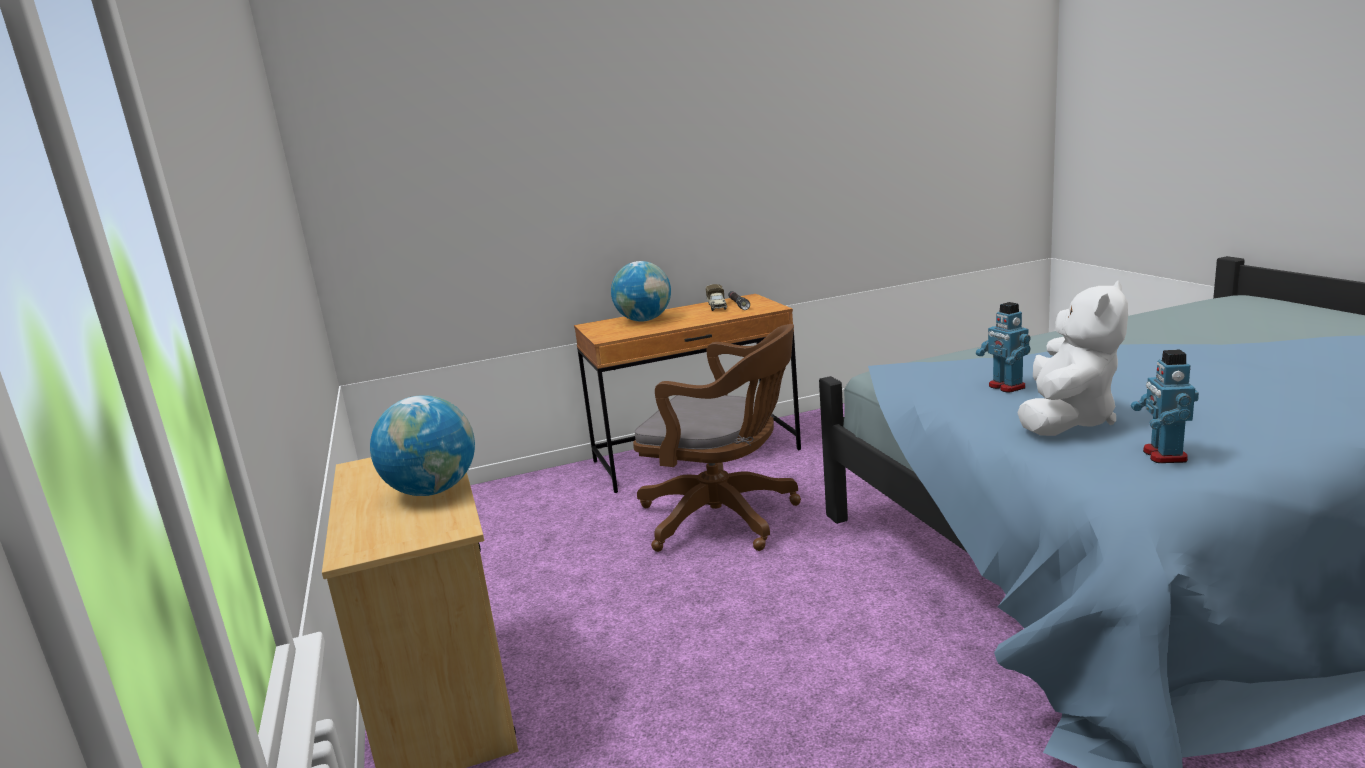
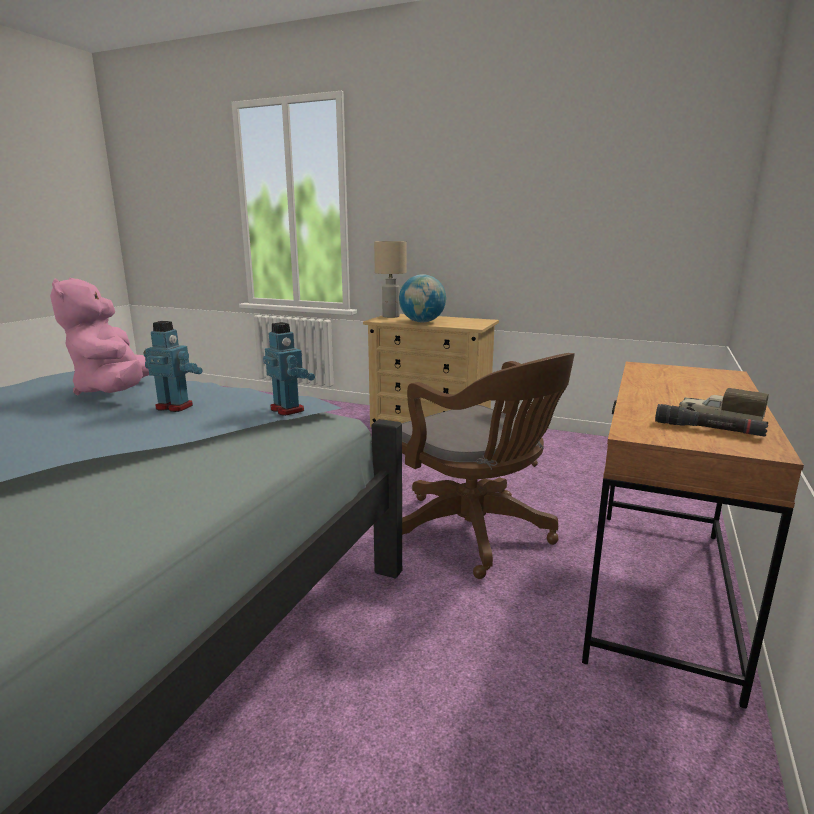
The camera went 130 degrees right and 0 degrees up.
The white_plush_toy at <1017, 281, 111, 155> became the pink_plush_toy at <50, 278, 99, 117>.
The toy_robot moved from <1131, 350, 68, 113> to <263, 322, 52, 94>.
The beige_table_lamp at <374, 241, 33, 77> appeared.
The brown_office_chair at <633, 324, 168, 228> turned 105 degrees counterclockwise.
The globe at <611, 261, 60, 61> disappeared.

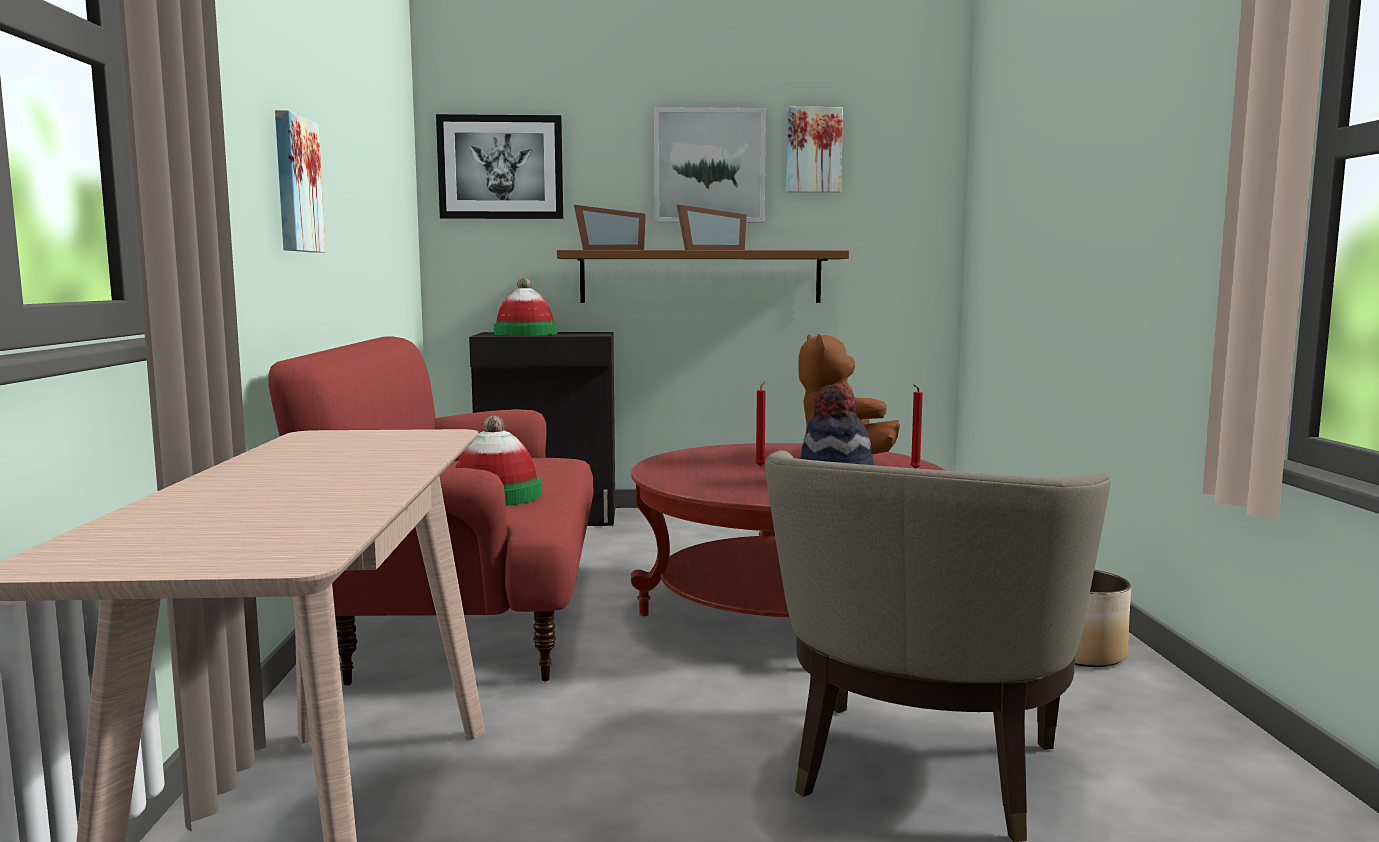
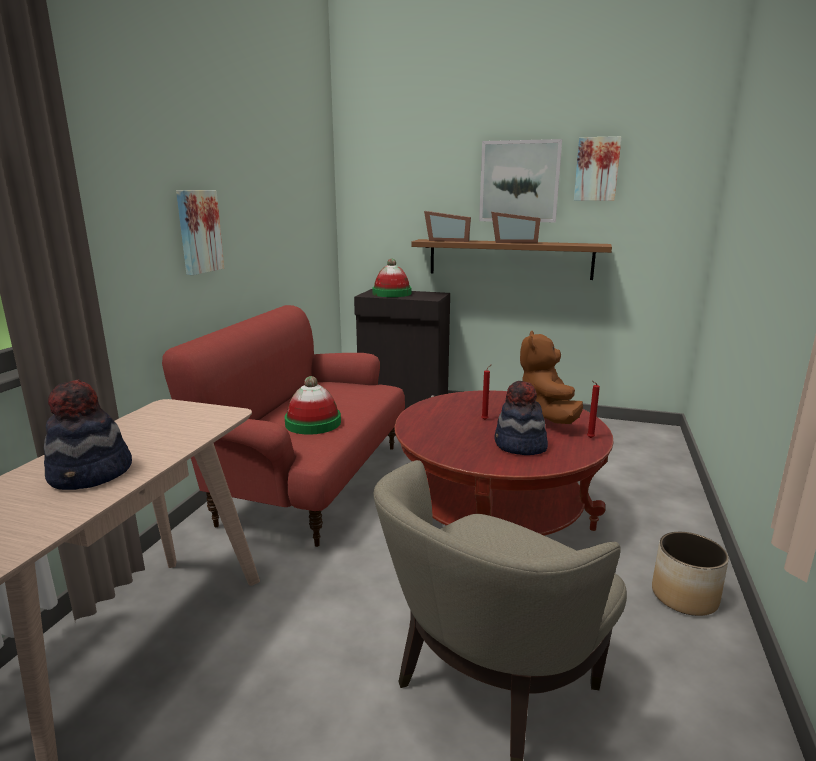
The camera went 20 degrees right and 10 degrees up.
The hat at <44, 379, 88, 111> appeared.
The picture at <436, 114, 127, 105> disappeared.

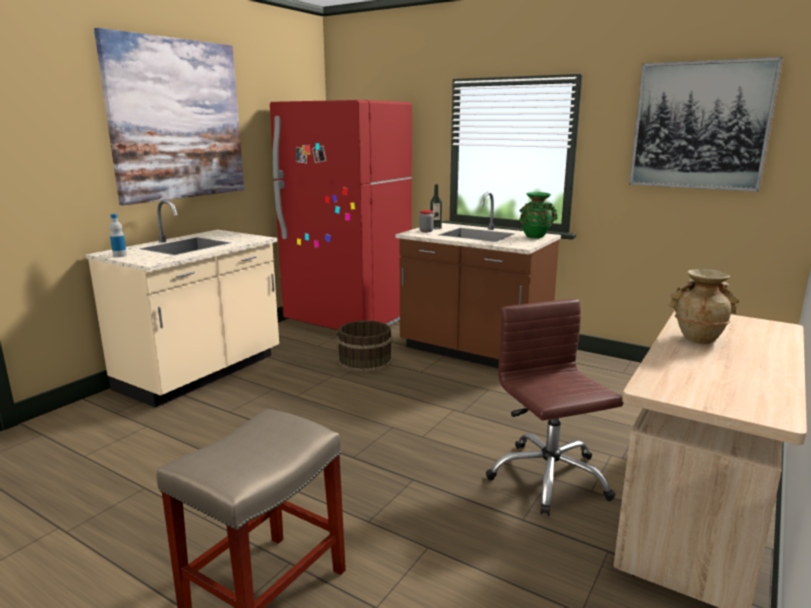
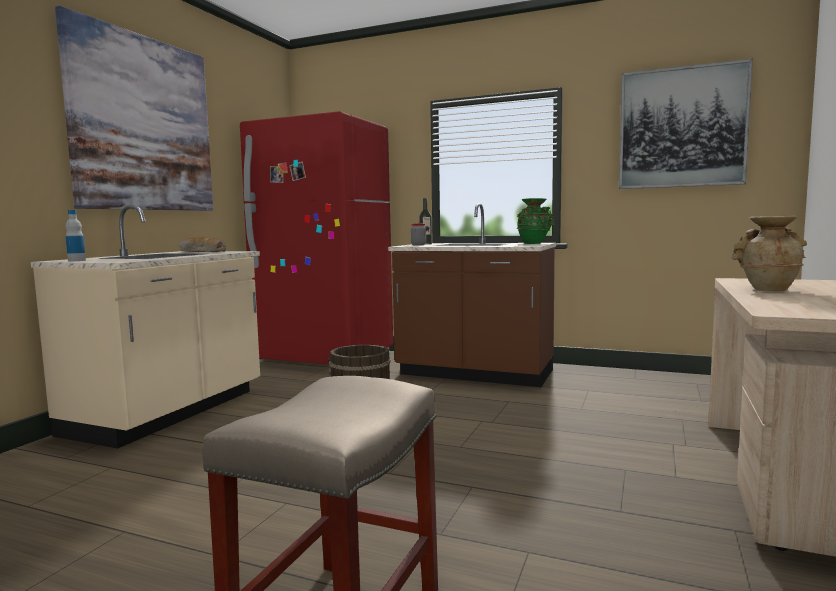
The camera went 10 degrees left and 10 degrees down.
The bread at <178, 237, 48, 15> appeared.
The brown_office_chair at <486, 299, 137, 217> disappeared.

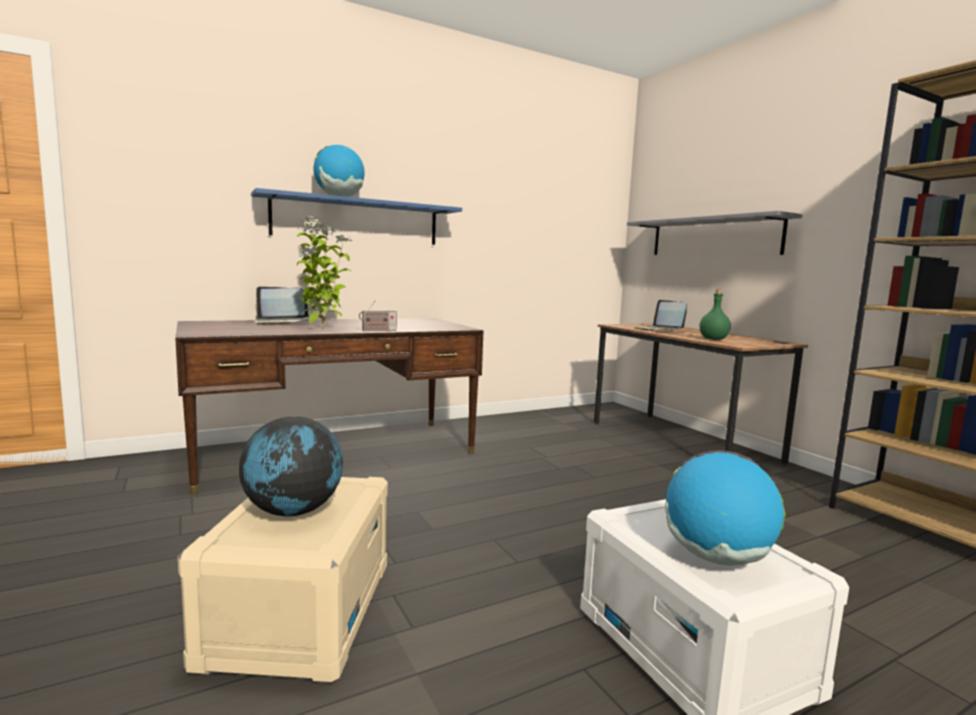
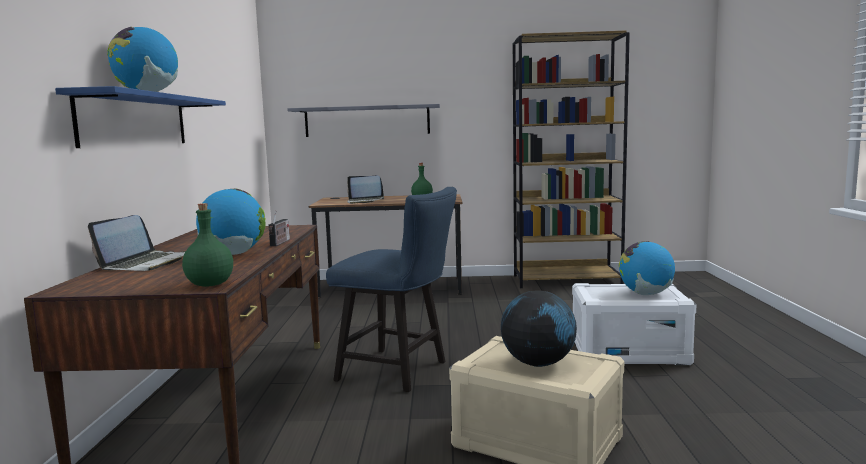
The camera went 60 degrees left and 0 degrees up.
The green_bottle at <182, 203, 51, 84> appeared.
The potted_plant at <297, 215, 55, 114> was replaced by the globe at <196, 189, 70, 66>.
The blue_chair at <326, 187, 131, 205> appeared.

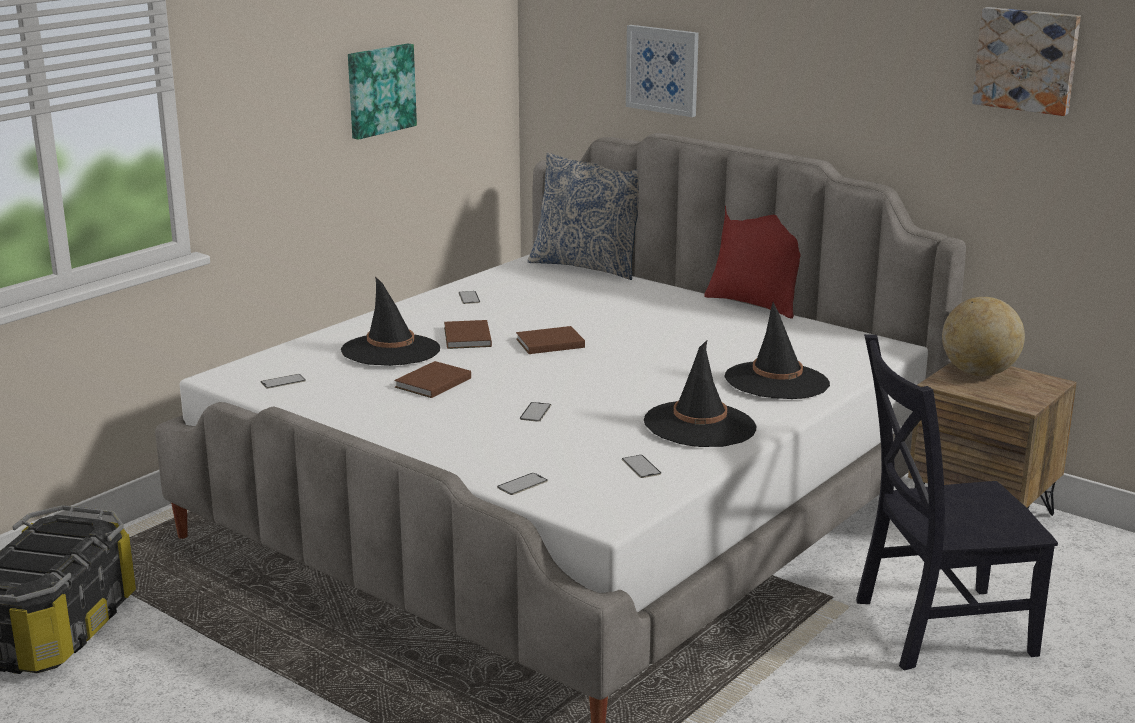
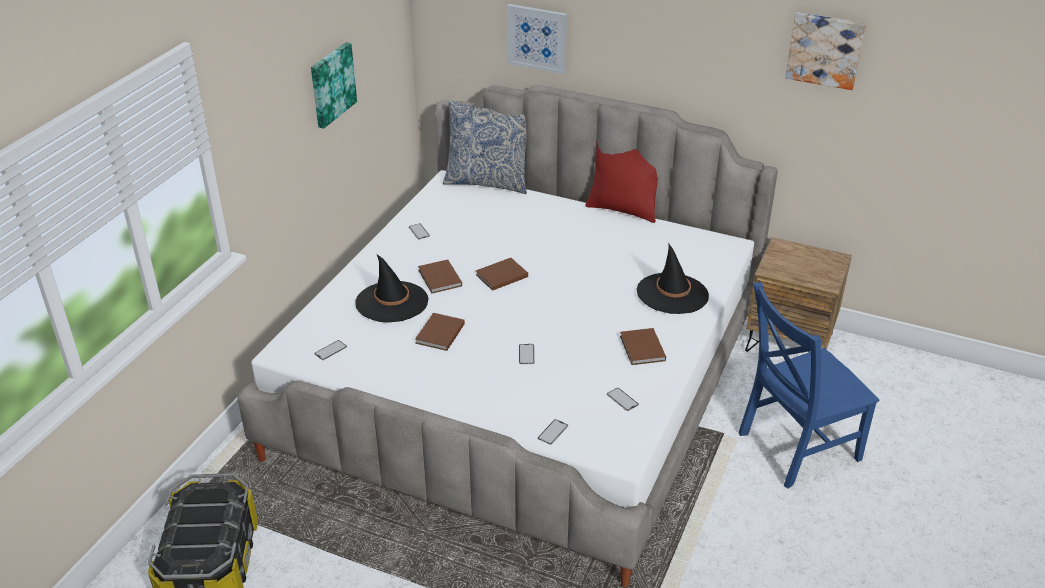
The camera went 15 degrees left and 15 degrees up.
The black_hat at <644, 339, 112, 108> was replaced by the brown_book at <620, 328, 46, 37>.
The black_chair at <856, 334, 202, 337> became the blue_chair at <739, 282, 140, 206>.
The globe at <942, 297, 83, 79> disappeared.

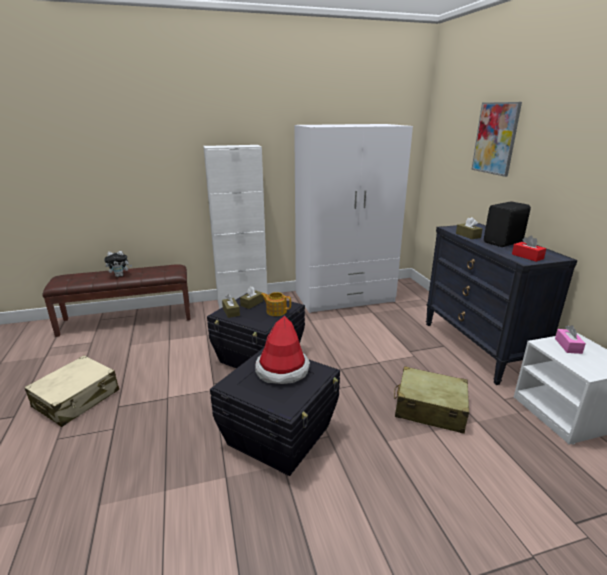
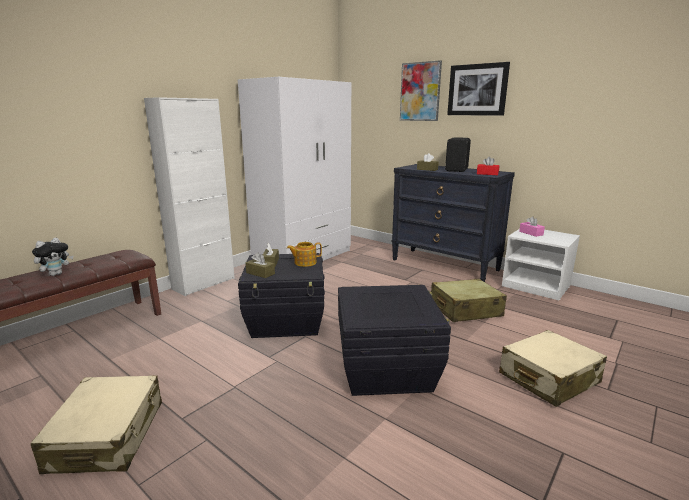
The camera went 35 degrees left and 5 degrees down.
The picture at <447, 62, 63, 54> appeared.
The beige_suitcase at <499, 330, 108, 77> appeared.
The hat at <255, 316, 55, 68> disappeared.

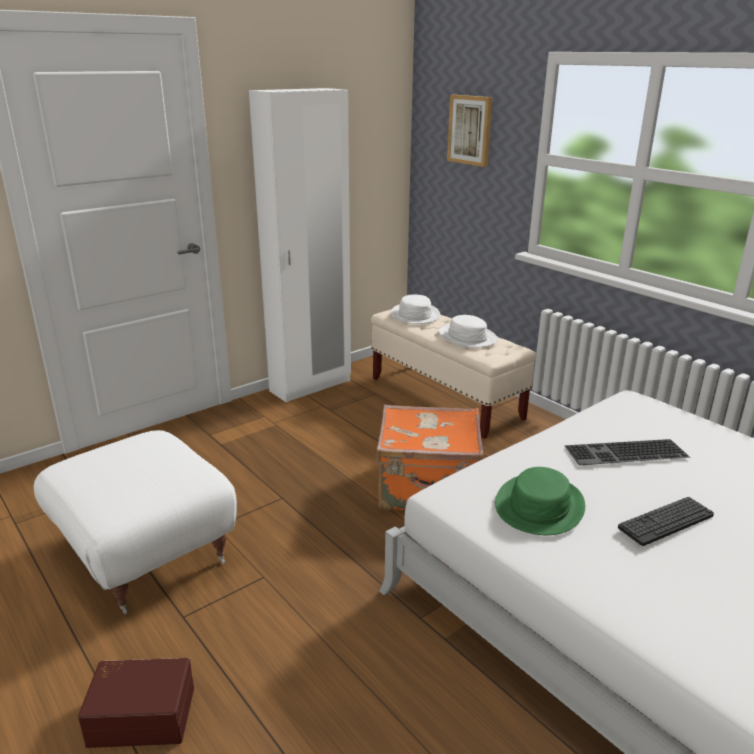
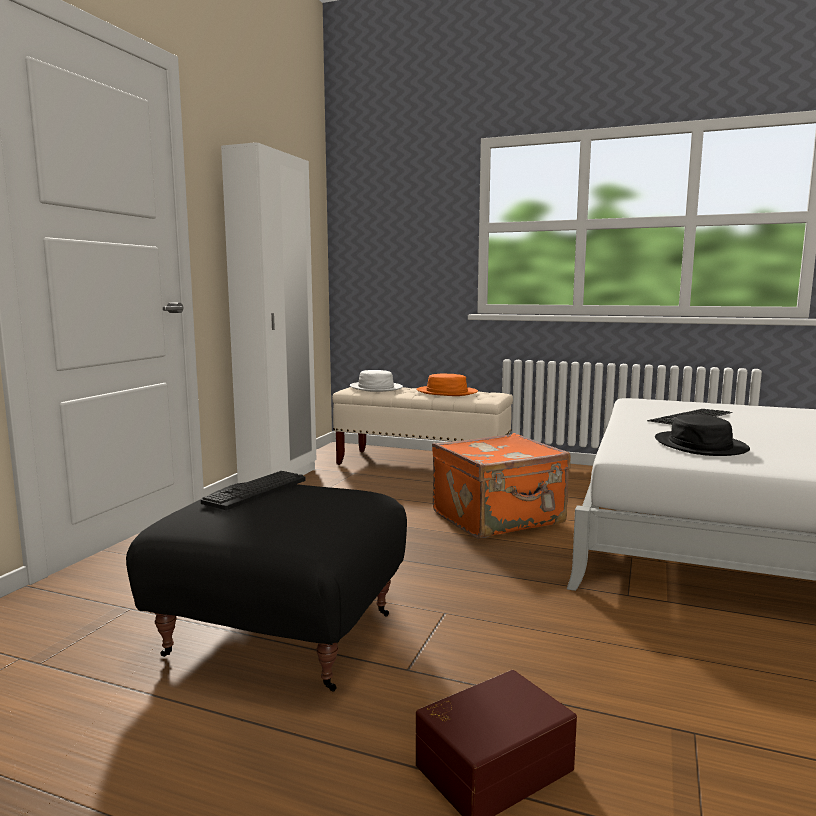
The camera went 30 degrees left and 15 degrees down.
The white_ottoman at <34, 430, 203, 184> became the black_ottoman at <126, 482, 281, 210>.
The keyboard moved from <618, 497, 96, 49> to <201, 471, 105, 39>.
The white_hat at <439, 315, 59, 33> became the orange_hat at <416, 373, 62, 23>.
The green_hat at <495, 467, 90, 68> became the black_hat at <655, 414, 95, 42>.
The picture at <447, 95, 46, 72> disappeared.

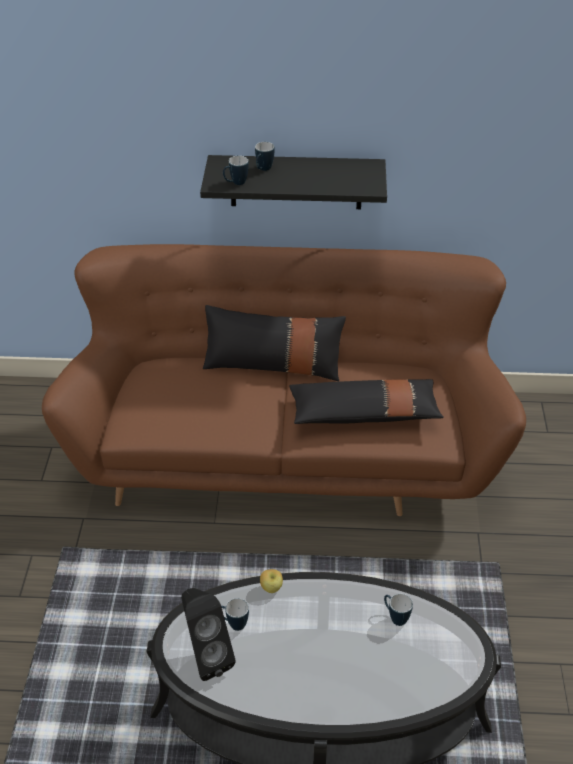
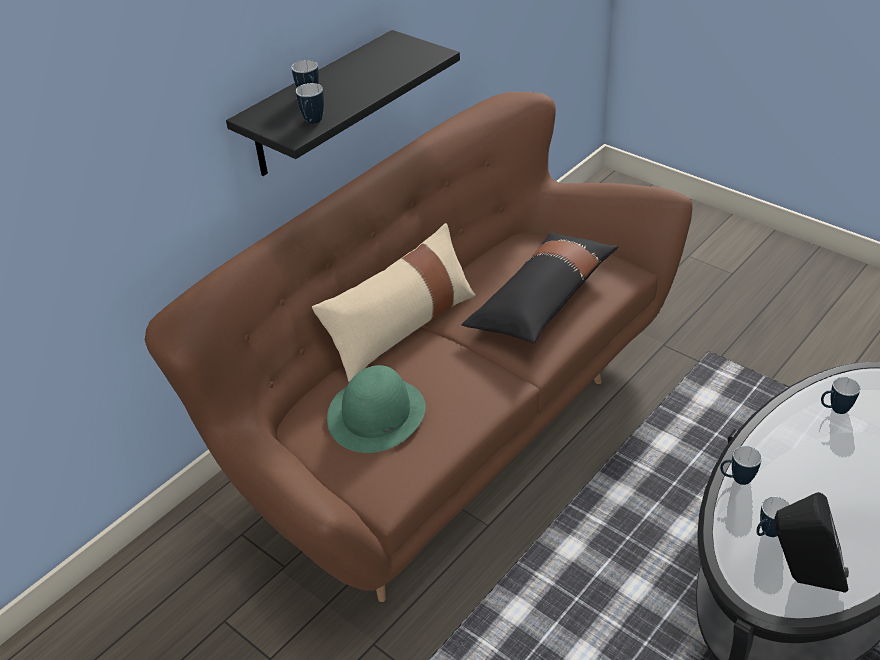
The camera went 50 degrees left and 0 degrees up.
The black_pillow at <203, 305, 143, 76> became the beige_pillow at <312, 223, 164, 159>.
The green_hat at <327, 365, 99, 88> appeared.
The apple at <260, 569, 23, 24> was replaced by the mug at <720, 446, 42, 39>.

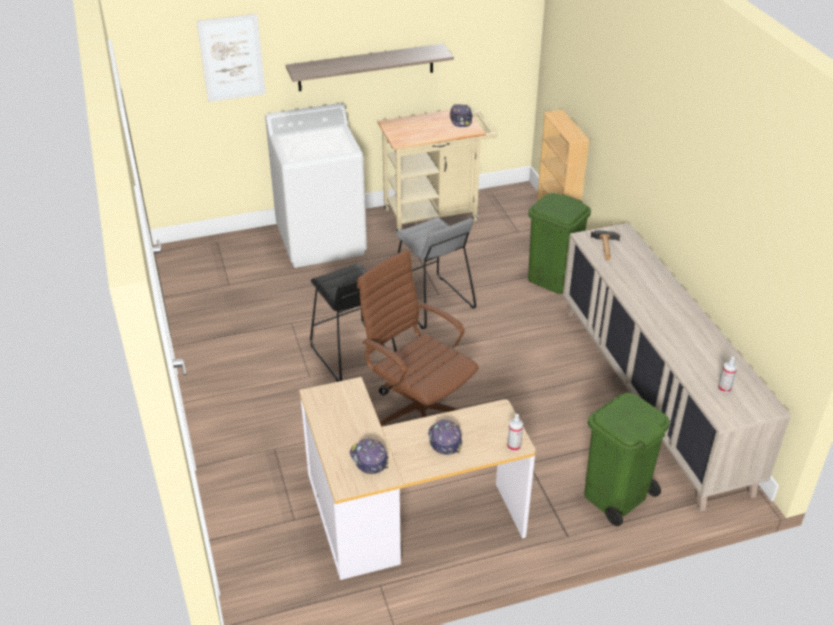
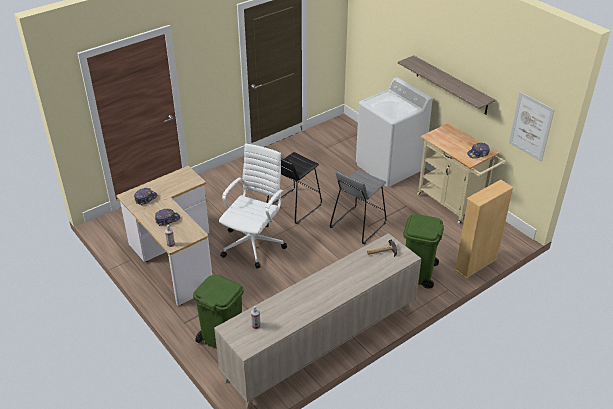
The camera went 70 degrees right and 0 degrees up.
The brown_office_chair at <357, 249, 122, 176> became the white_office_chair at <219, 143, 68, 126>.
The picture moved from <197, 14, 69, 88> to <509, 92, 46, 70>.

